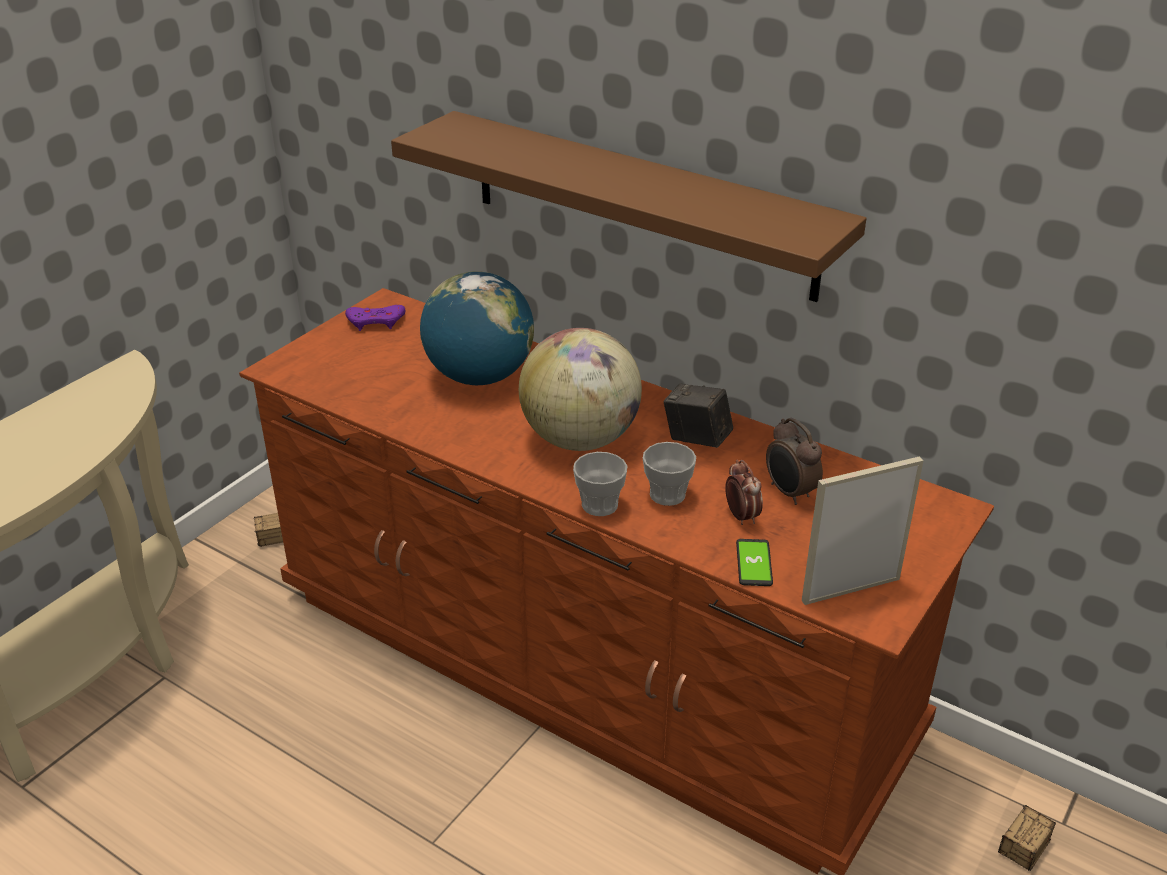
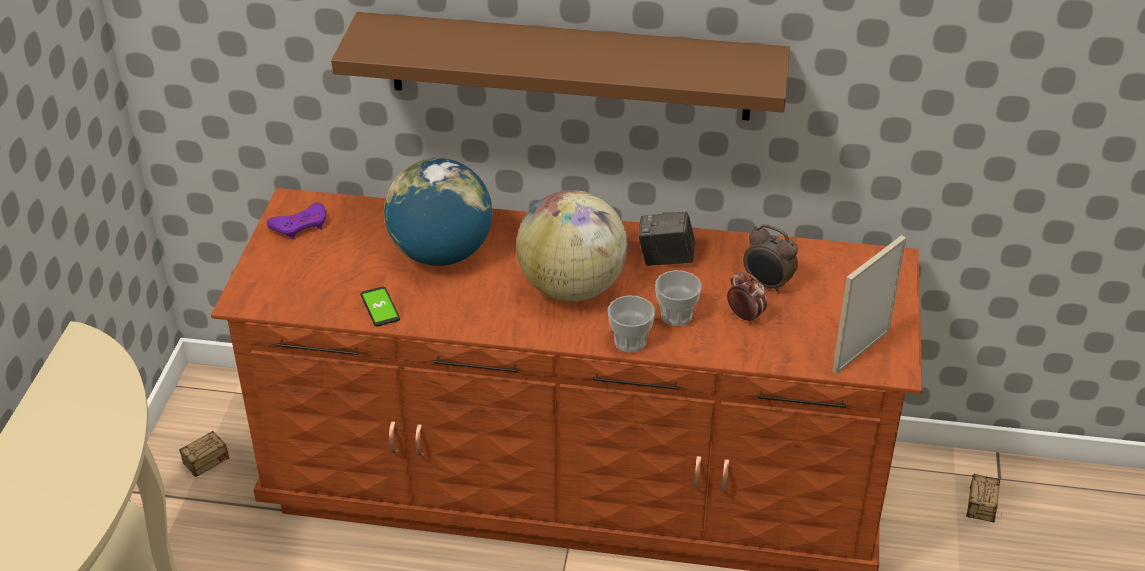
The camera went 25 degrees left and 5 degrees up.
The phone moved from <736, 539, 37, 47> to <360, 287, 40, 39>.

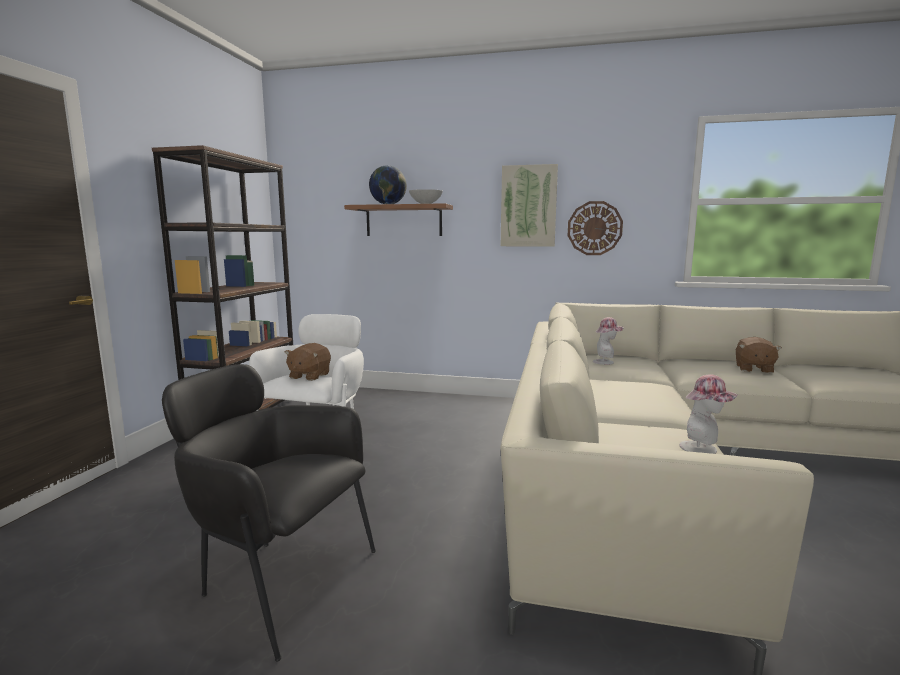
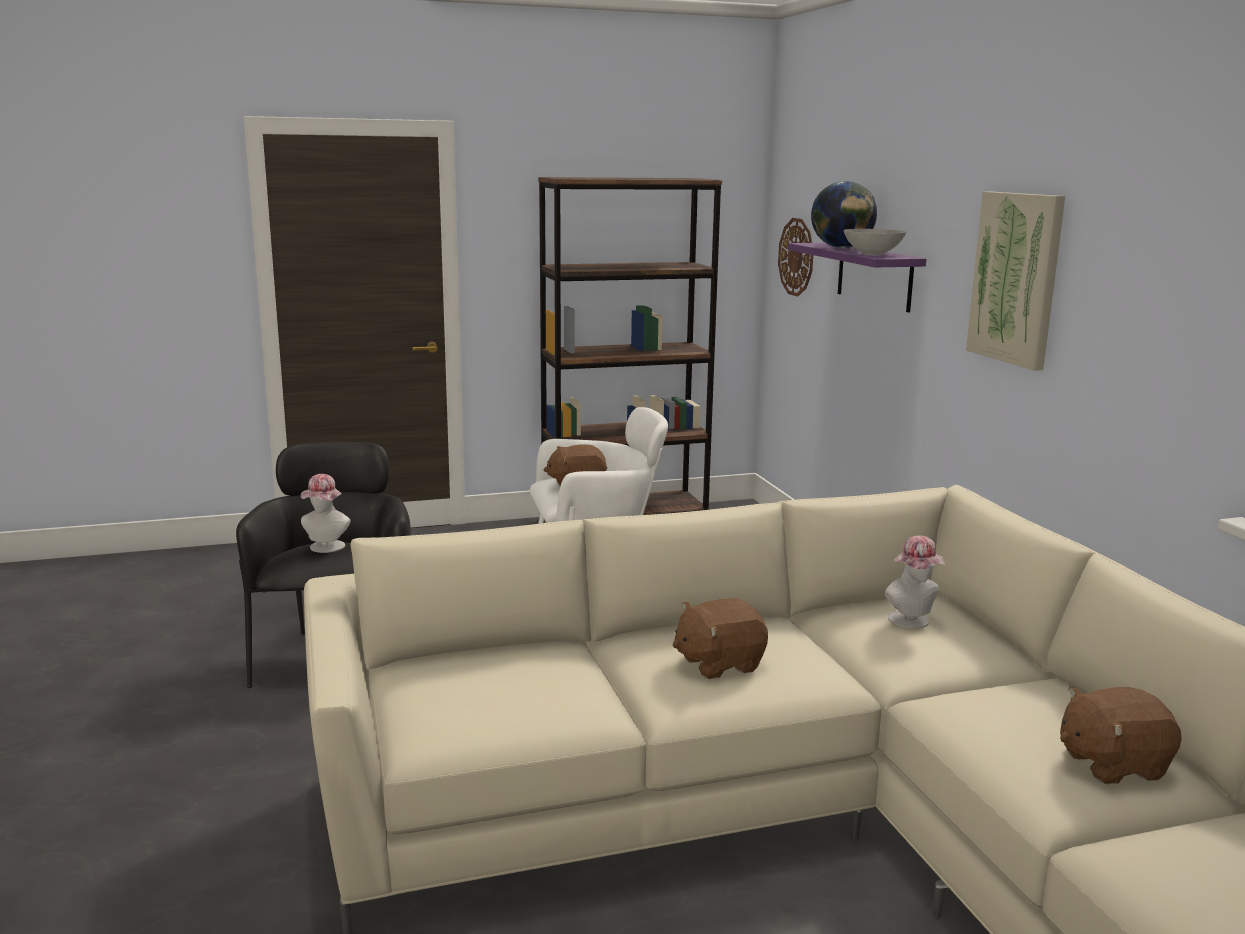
The camera went 60 degrees right and 5 degrees up.
The hat moved from <679, 374, 59, 80> to <301, 474, 50, 79>.
The brown_plush_toy at <673, 598, 95, 81> appeared.
The wall_clock moved from <568, 201, 55, 54> to <778, 218, 35, 78>.
The brown_shelf at <344, 203, 109, 33> became the purple_shelf at <788, 243, 138, 69>.

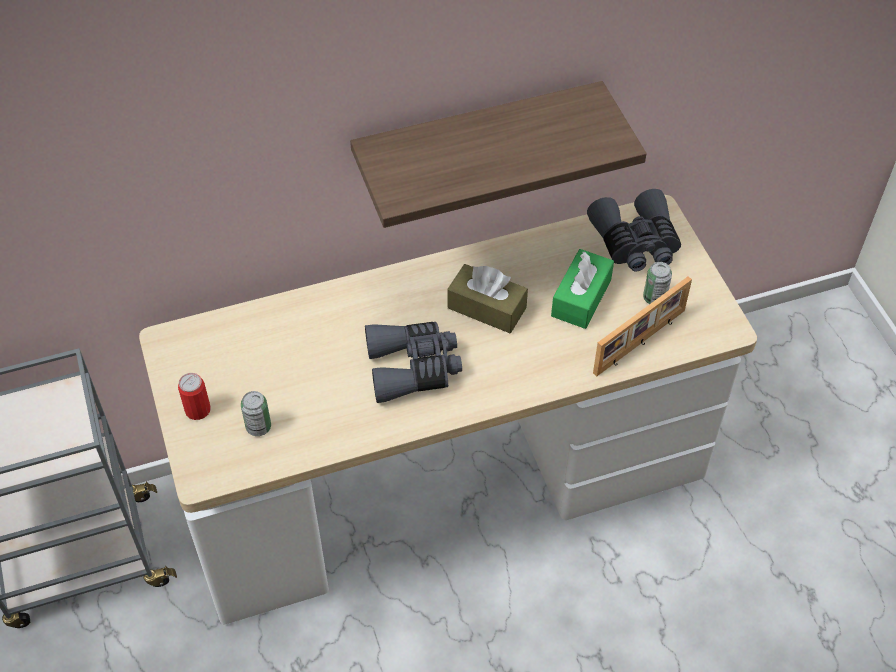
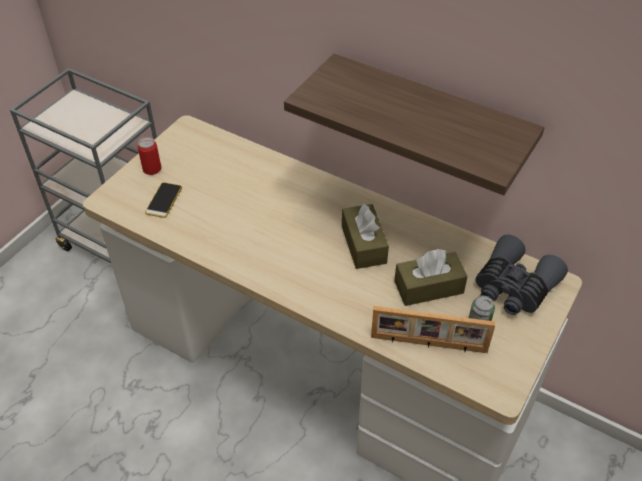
The camera went 50 degrees right and 5 degrees down.
The can at <241, 391, 30, 45> was replaced by the phone at <145, 182, 37, 36>.
The green_tissue_box at <551, 249, 63, 80> became the brown_tissue_box at <394, 249, 74, 57>.
The grey_binoculars at <365, 322, 97, 81> disappeared.

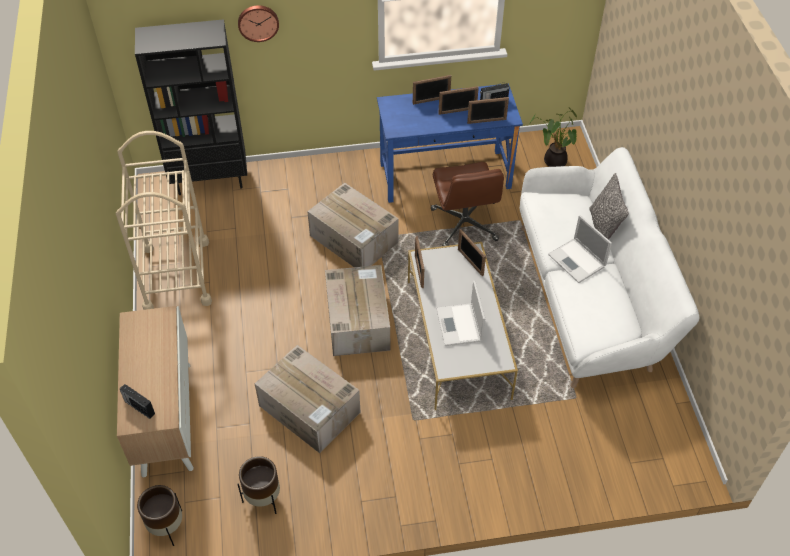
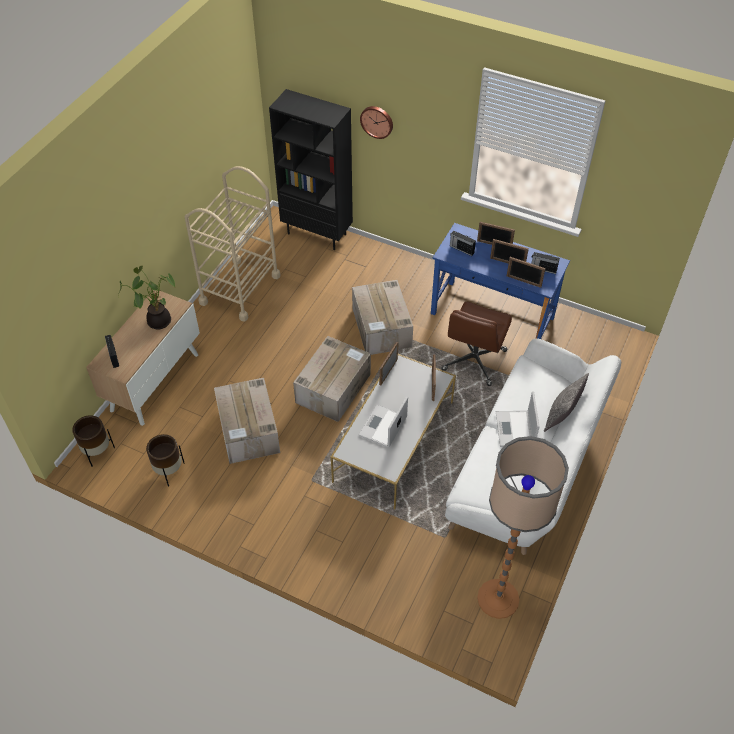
The camera went 35 degrees right and 0 degrees up.
The potted_plant moved from <530, 107, 47, 60> to <118, 266, 57, 63>.
The radio at <450, 231, 26, 25> appeared.
The floor_lamp at <477, 436, 92, 183> appeared.

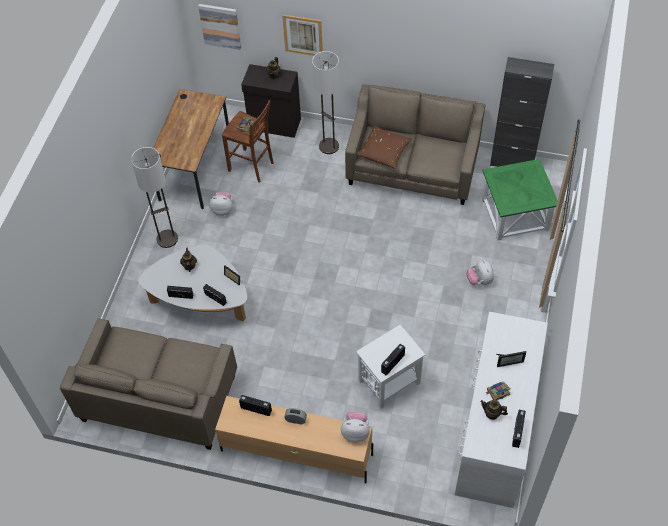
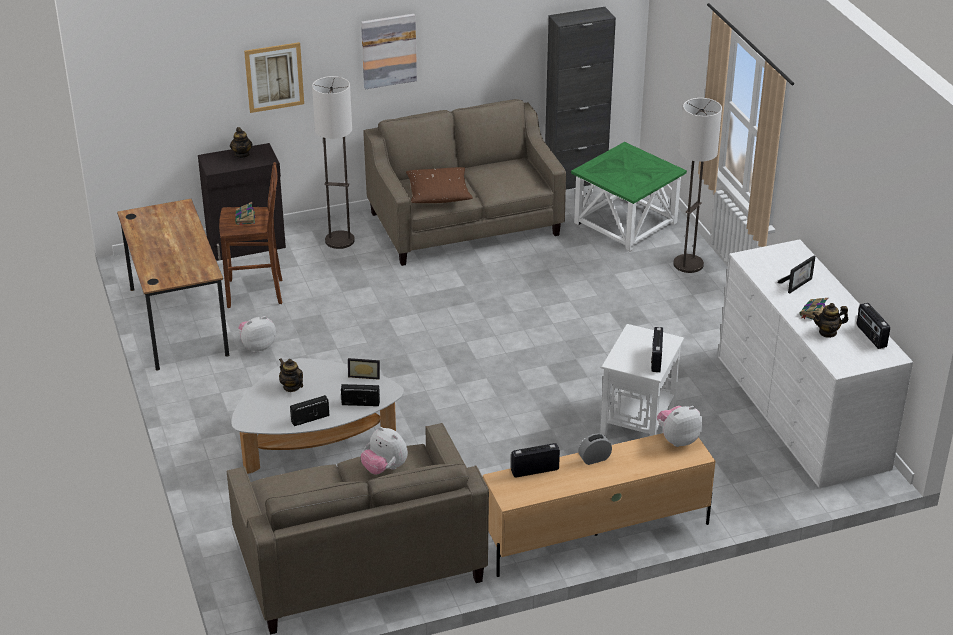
The camera went 35 degrees left and 20 degrees down.
The picture moved from <198, 4, 43, 46> to <361, 14, 56, 75>.
The plush_toy moved from <467, 260, 27, 25> to <361, 427, 47, 47>.
The floor_lamp moved from <131, 147, 47, 101> to <673, 98, 49, 175>.

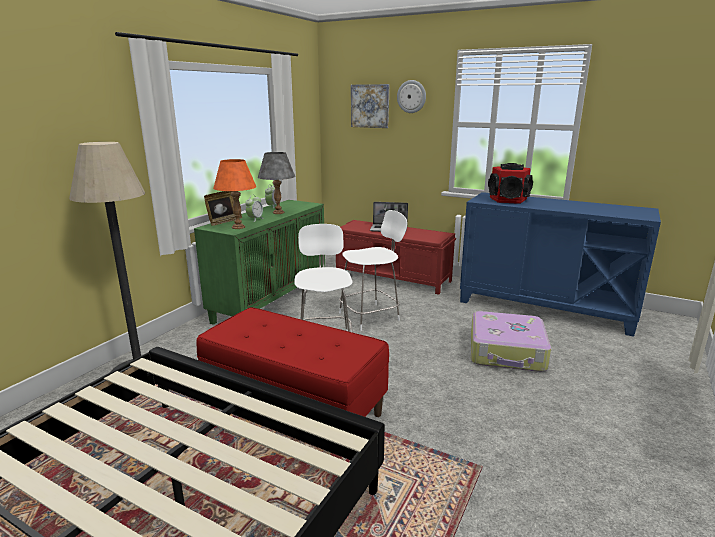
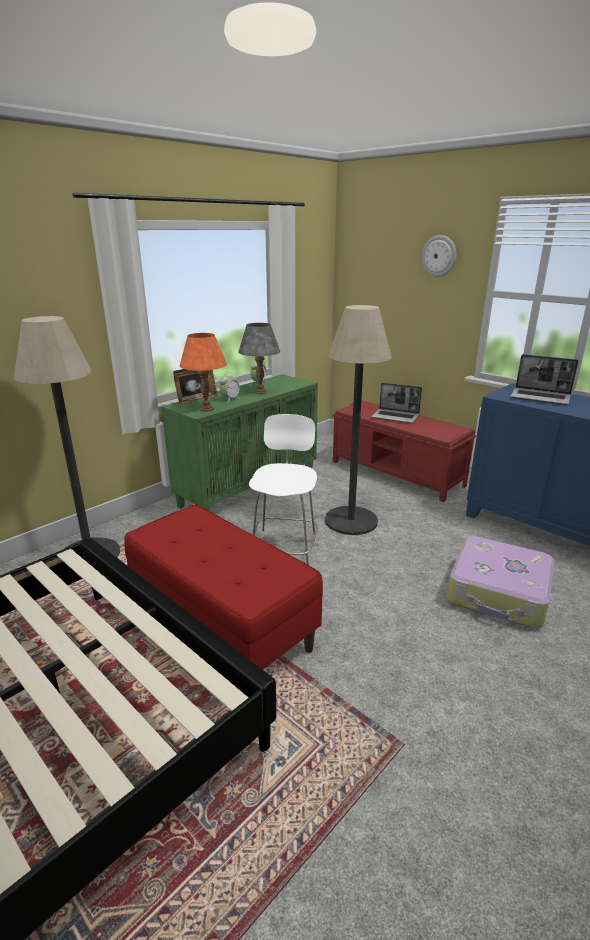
The camera went 15 degrees right and 5 degrees up.
The white_chair at <339, 210, 68, 121> was replaced by the floor_lamp at <325, 305, 67, 230>.
The speaker at <488, 163, 45, 41> was replaced by the laptop at <510, 354, 69, 51>.
The picture at <351, 84, 38, 44> disappeared.

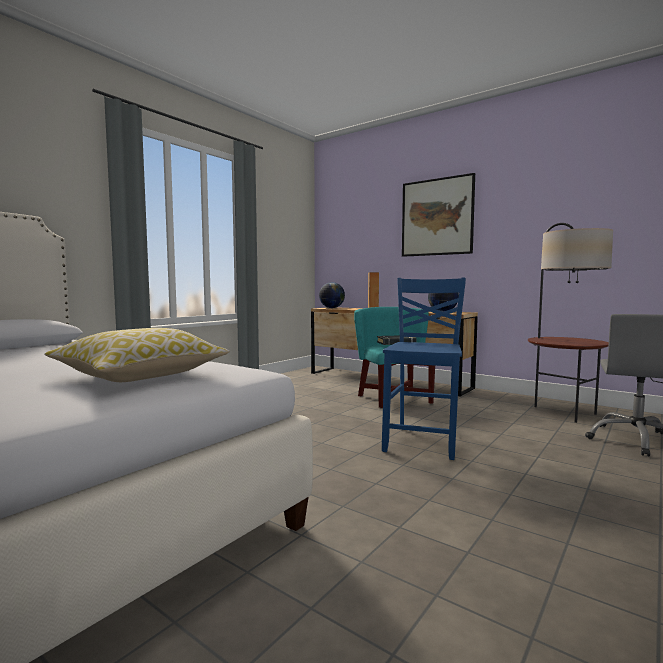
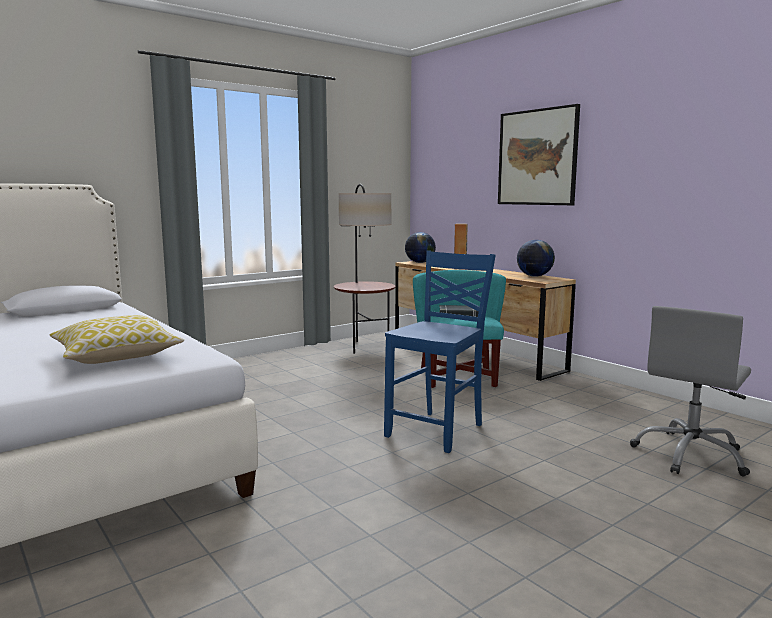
The camera went 15 degrees right and 5 degrees up.
The floor_lamp moved from <528, 223, 85, 200> to <334, 184, 61, 170>.

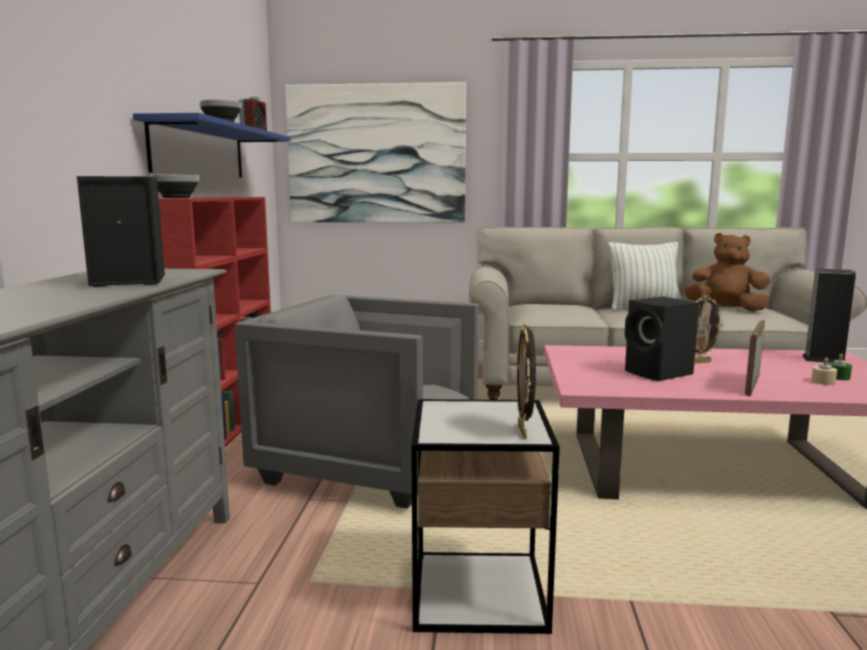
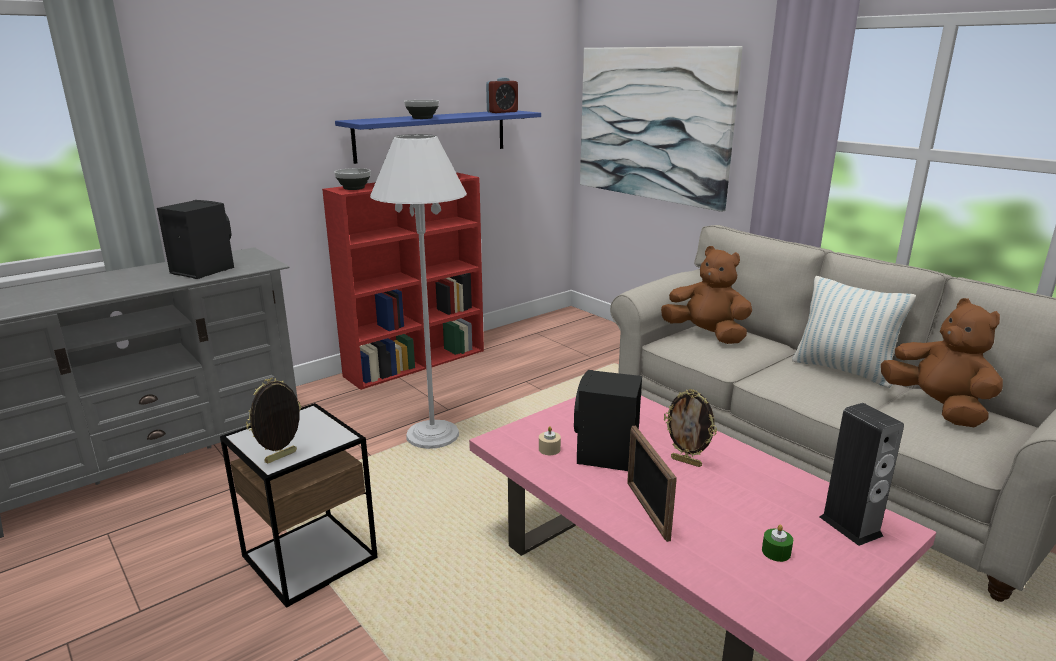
The camera went 45 degrees right and 10 degrees up.
The grey_armchair at <235, 295, 244, 213> was replaced by the white_floor_lamp at <370, 134, 97, 315>.
The beige_candle moved from <811, 357, 26, 28> to <539, 426, 22, 29>.
The picture_frame at <745, 320, 20, 76> turned 90 degrees counterclockwise.
The brown_plush_toy at <661, 246, 91, 98> appeared.

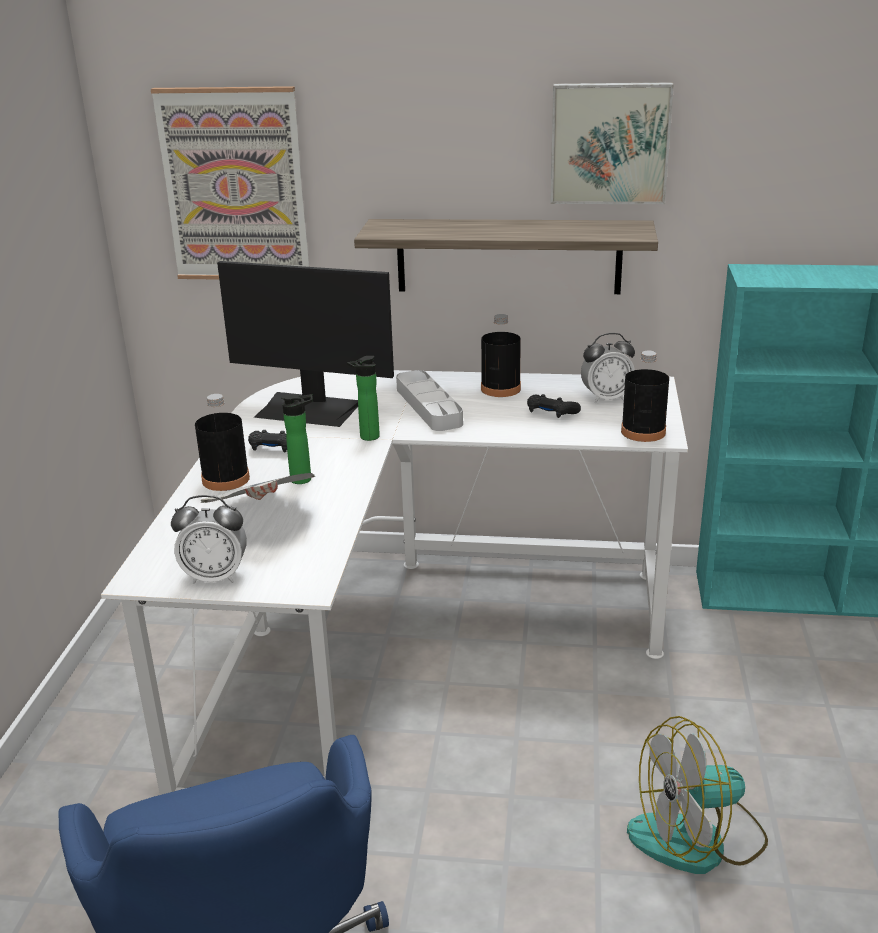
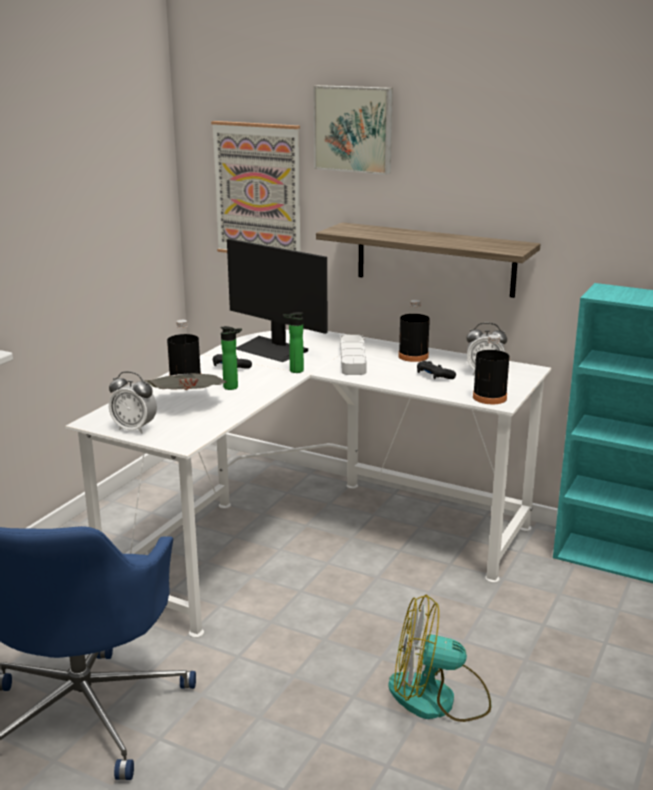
The camera went 20 degrees right and 5 degrees down.
The picture moved from <550, 82, 124, 122> to <314, 85, 79, 90>.

